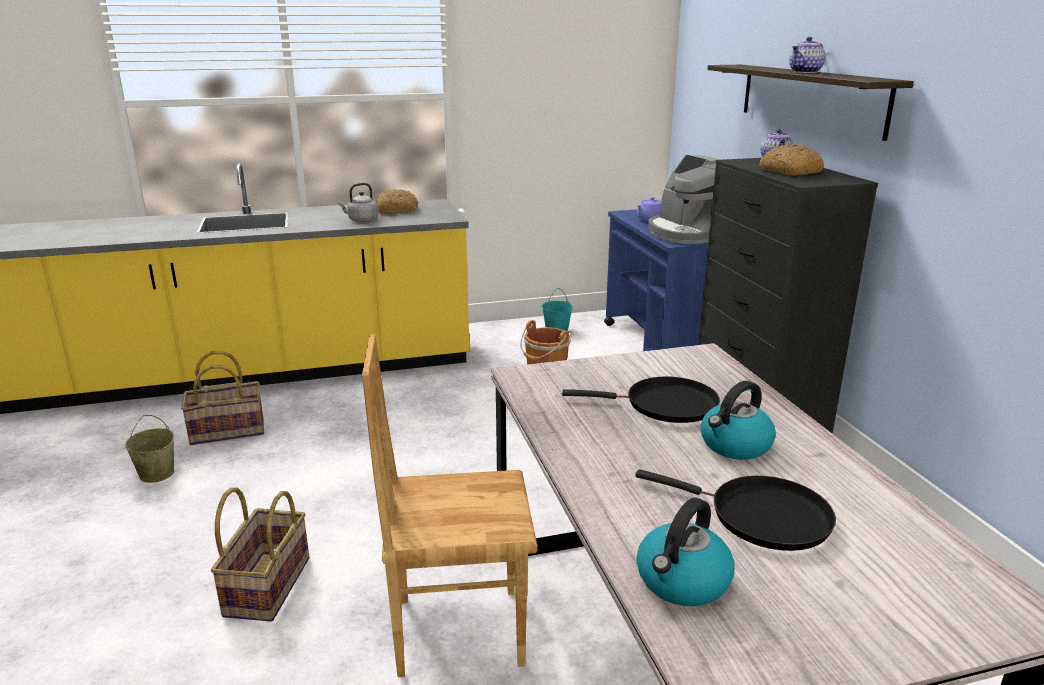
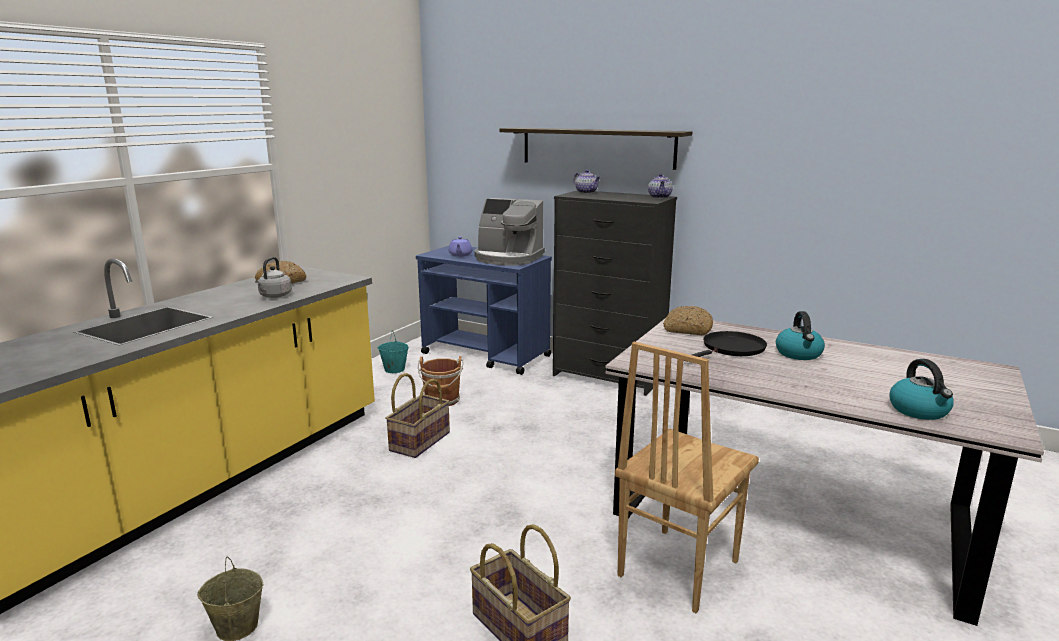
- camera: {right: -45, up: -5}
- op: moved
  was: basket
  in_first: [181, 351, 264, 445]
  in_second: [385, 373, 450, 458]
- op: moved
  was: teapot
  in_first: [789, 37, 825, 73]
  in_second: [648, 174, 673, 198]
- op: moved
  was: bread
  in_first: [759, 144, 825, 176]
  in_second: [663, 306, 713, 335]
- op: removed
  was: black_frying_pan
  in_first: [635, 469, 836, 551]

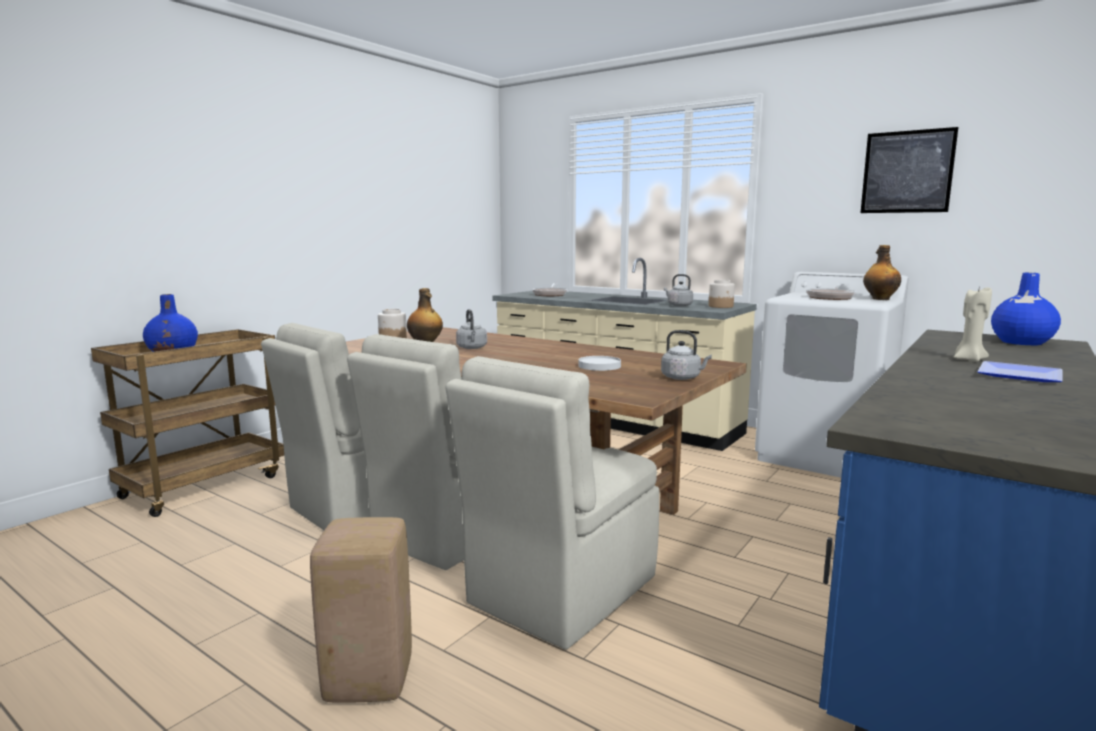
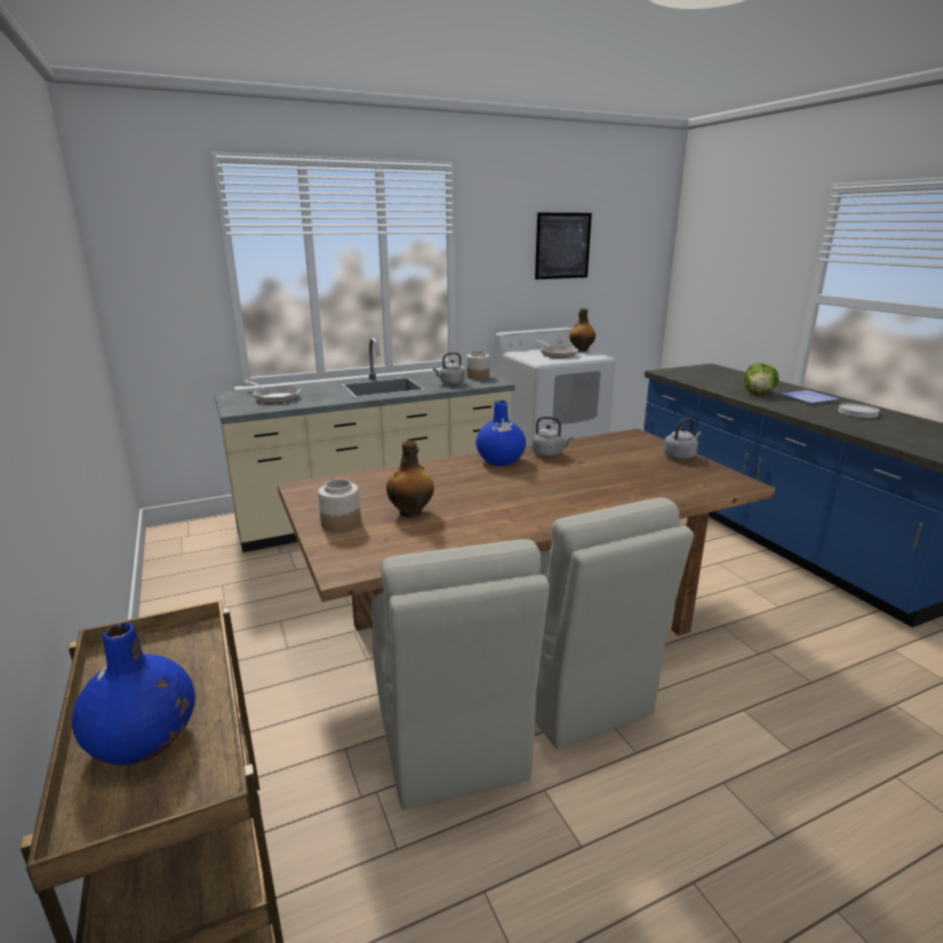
- camera: {right: -60, up: 10}
- op: moved
  was: blue_vase
  in_first: [991, 273, 1061, 345]
  in_second: [476, 400, 526, 466]
- op: moved
  was: grey_kettle
  in_first: [456, 309, 487, 349]
  in_second: [532, 416, 573, 457]
- op: replaced
  was: beige_candle
  now: lettuce
  in_first: [954, 285, 992, 362]
  in_second: [744, 363, 779, 393]
- op: moved
  was: white_plate
  in_first: [578, 356, 621, 371]
  in_second: [838, 403, 880, 418]
- op: removed
  was: beige_stool
  in_first: [310, 517, 412, 703]
- op: removed
  was: beige_chair
  in_first: [445, 356, 659, 650]

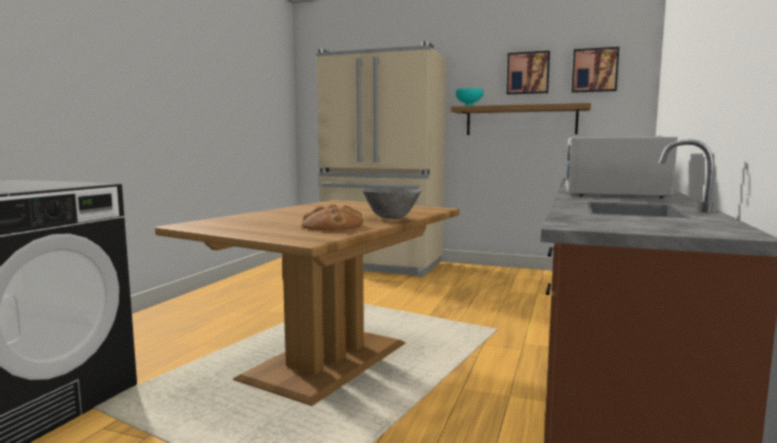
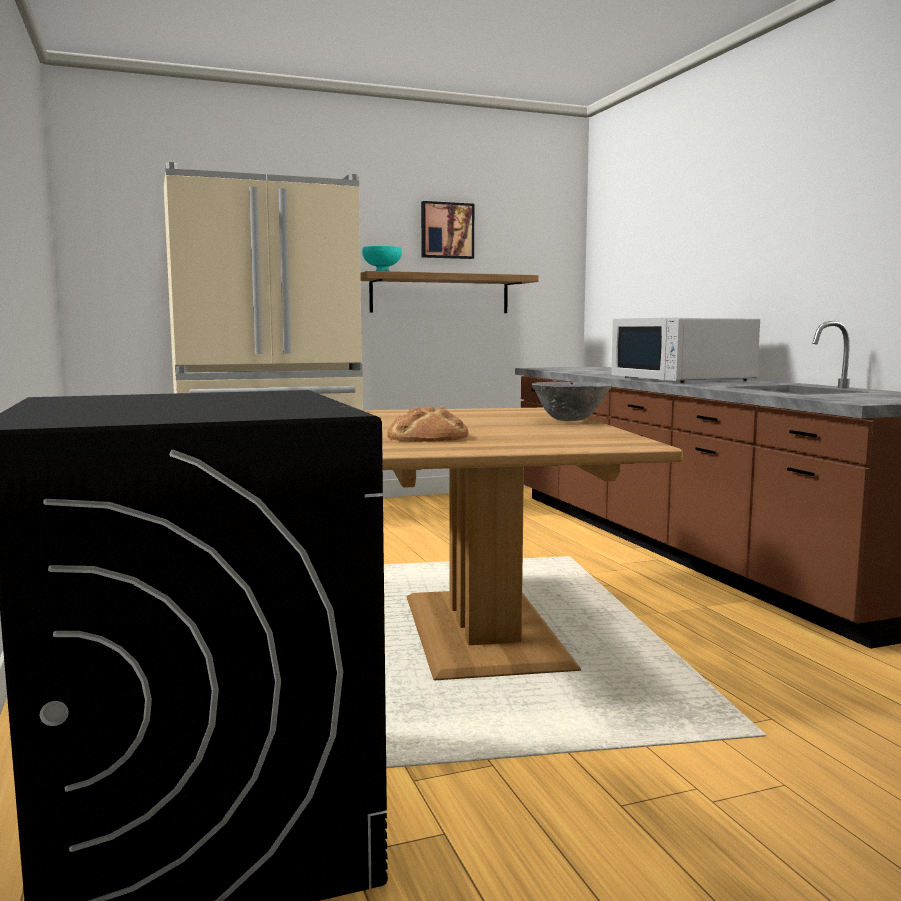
- camera: {right: -40, up: 0}
- op: moved
  was: bread
  in_first: [302, 204, 363, 231]
  in_second: [387, 406, 469, 442]
- op: removed
  was: picture
  in_first: [572, 47, 619, 93]

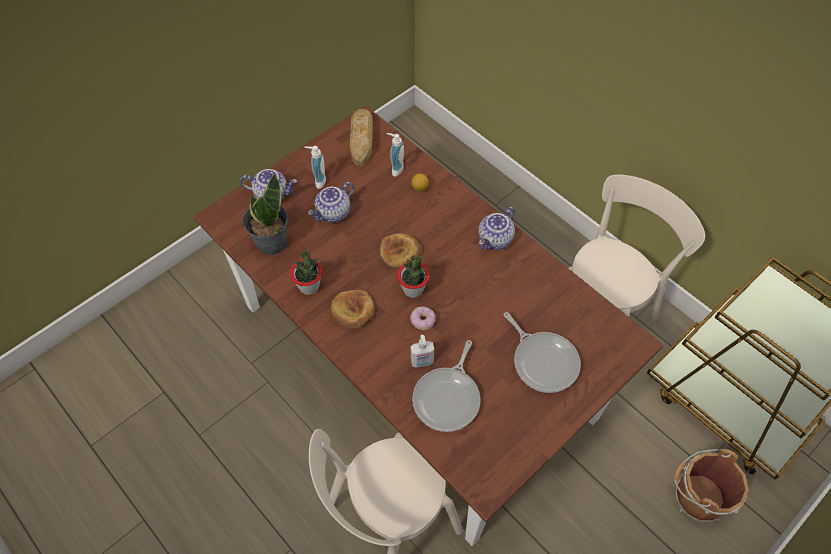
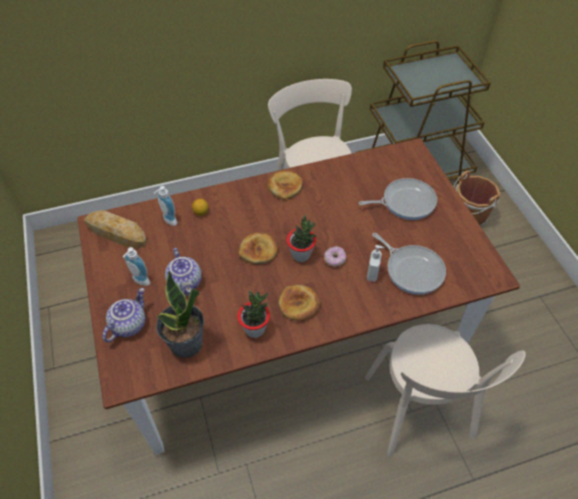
- camera: {right: -65, up: -5}
- op: replaced
  was: teapot
  now: bread
  in_first: [478, 206, 515, 250]
  in_second: [267, 170, 303, 200]

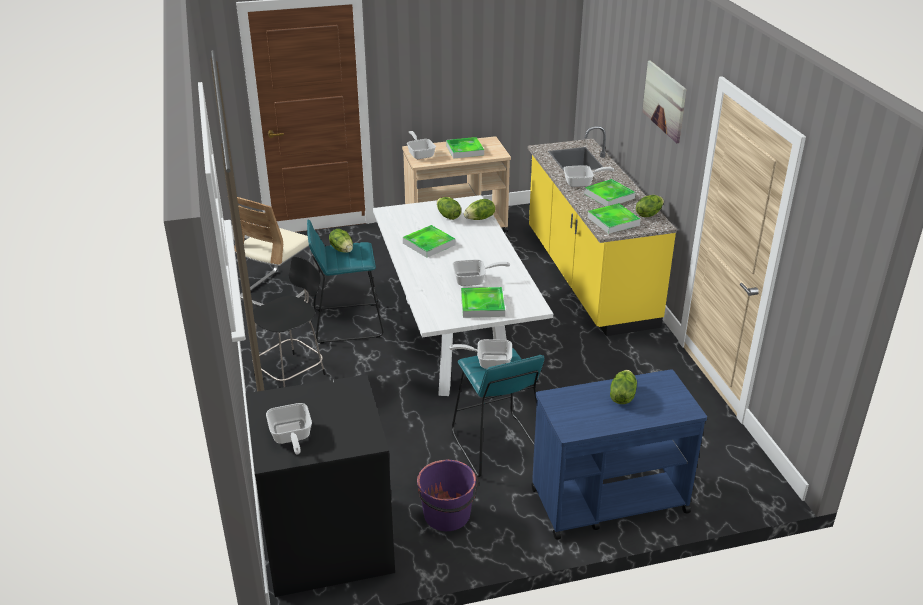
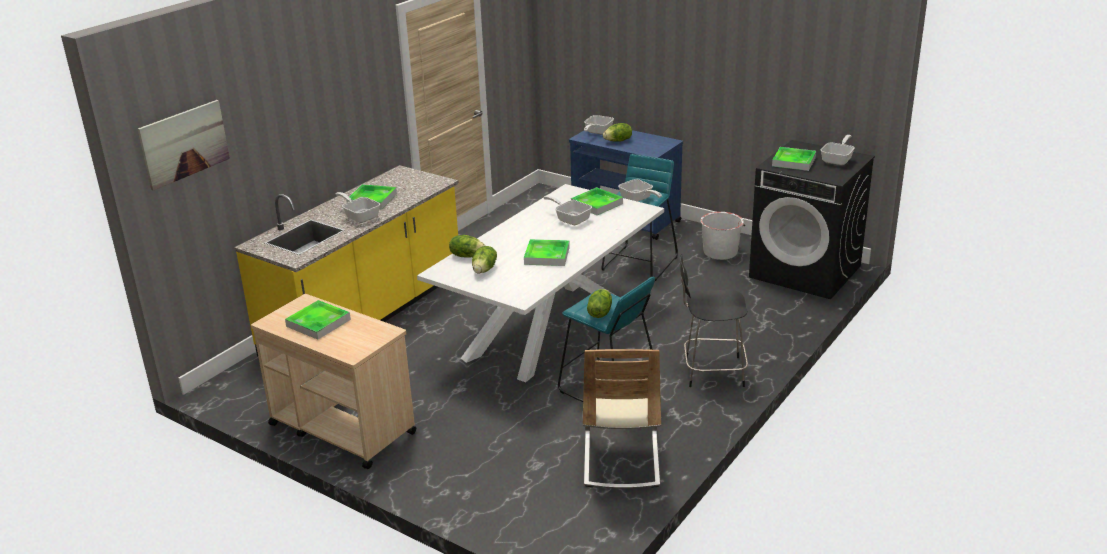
- camera: {right: -130, up: -5}
- op: moved
  was: picture
  in_first: [642, 60, 686, 143]
  in_second: [137, 100, 230, 191]
- op: turned
  was: beige_chair
  in_first: [234, 197, 318, 306]
  in_second: [583, 349, 661, 488]
  clockwise: 105
- op: moved
  was: frying_pan
  in_first: [407, 131, 436, 159]
  in_second: [584, 115, 614, 134]
- op: recoloured
  was: purple_bucket
  now: white_bucket
  in_first: [417, 460, 479, 531]
  in_second: [700, 212, 745, 260]
- op: moved
  was: tray
  in_first: [587, 203, 641, 234]
  in_second: [772, 147, 816, 171]
- op: removed
  was: lettuce
  in_first: [636, 195, 664, 217]

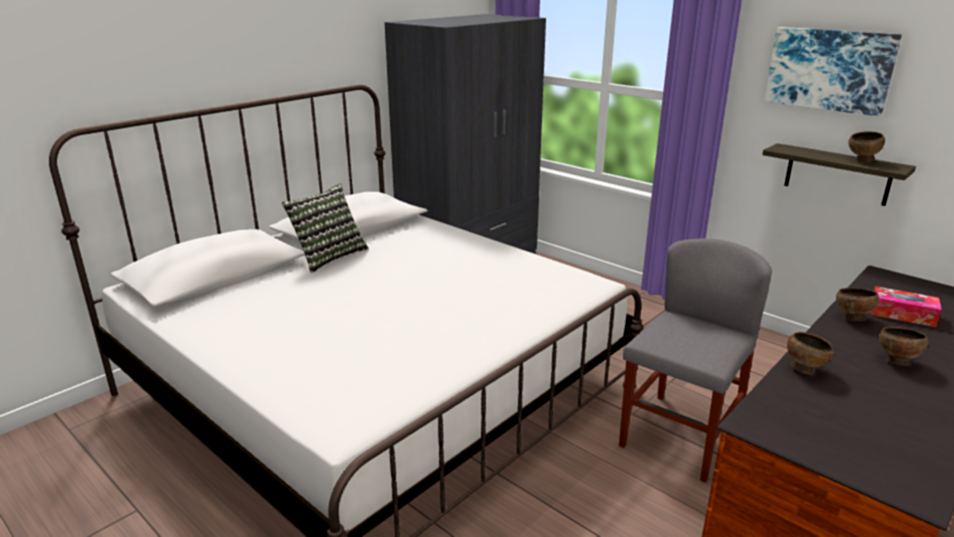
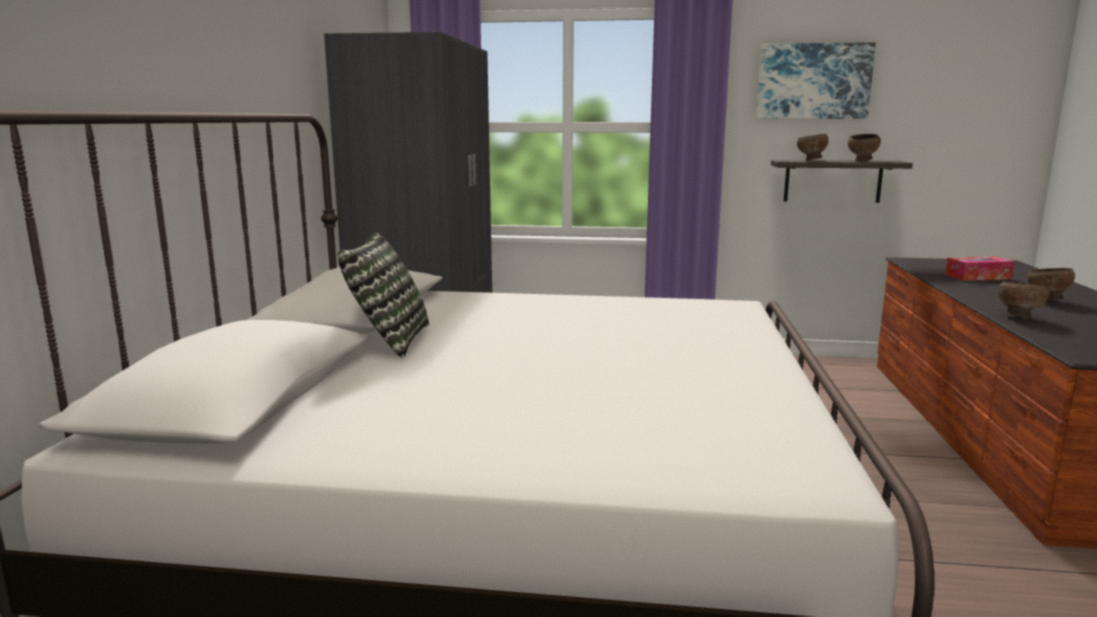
- camera: {right: -35, up: -10}
- op: moved
  was: brown_bowl
  in_first: [836, 288, 879, 321]
  in_second: [797, 134, 829, 160]
- op: removed
  was: grey_chair
  in_first: [619, 238, 772, 483]

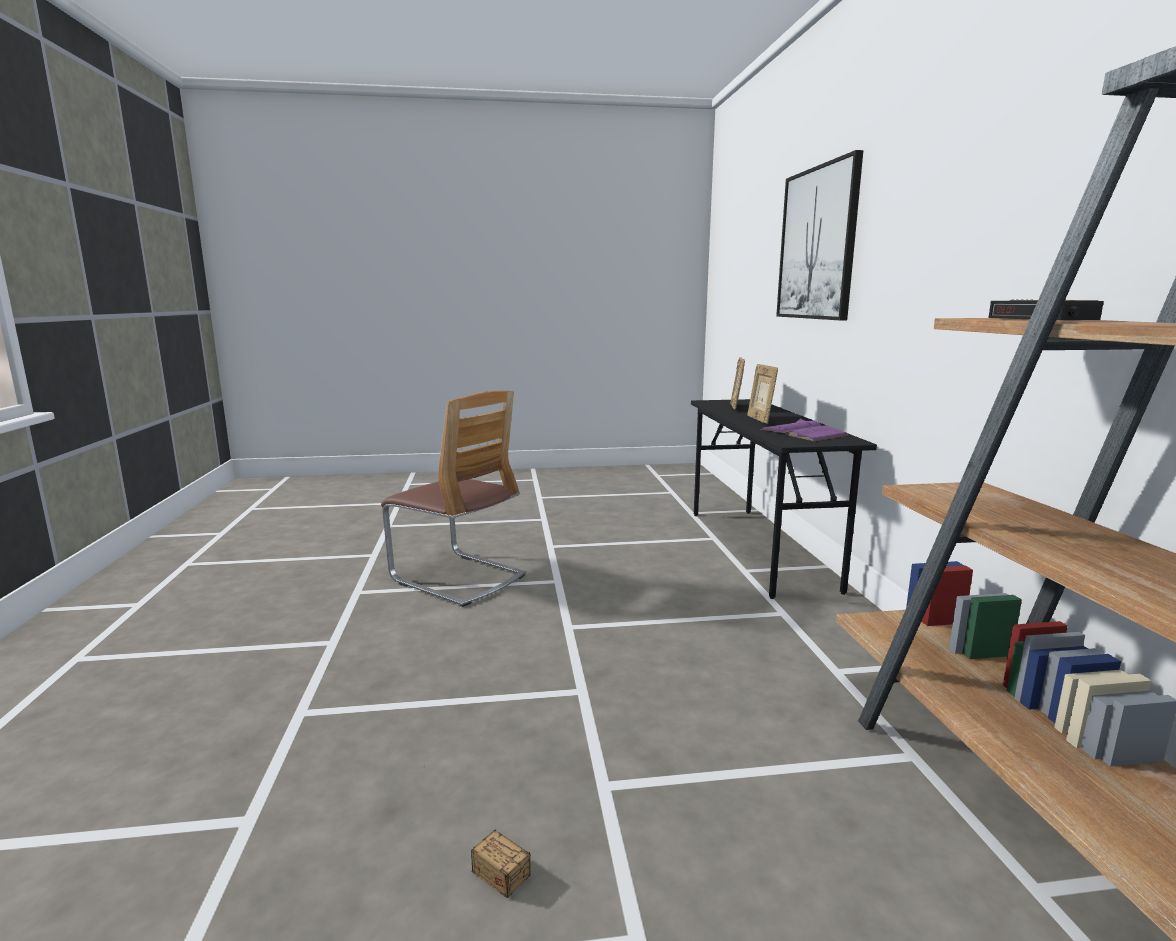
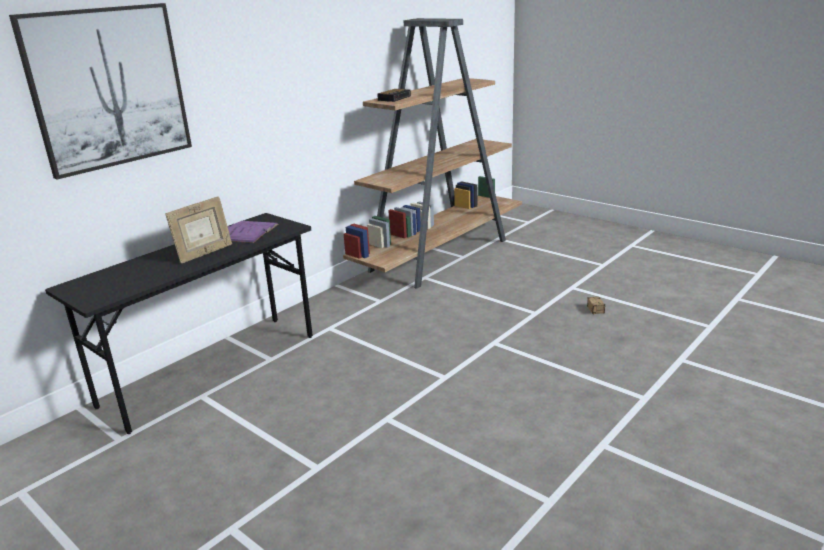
- camera: {right: -130, up: 10}
- op: removed
  was: chair
  in_first: [381, 390, 526, 607]
- op: removed
  was: picture_frame
  in_first: [730, 357, 745, 409]

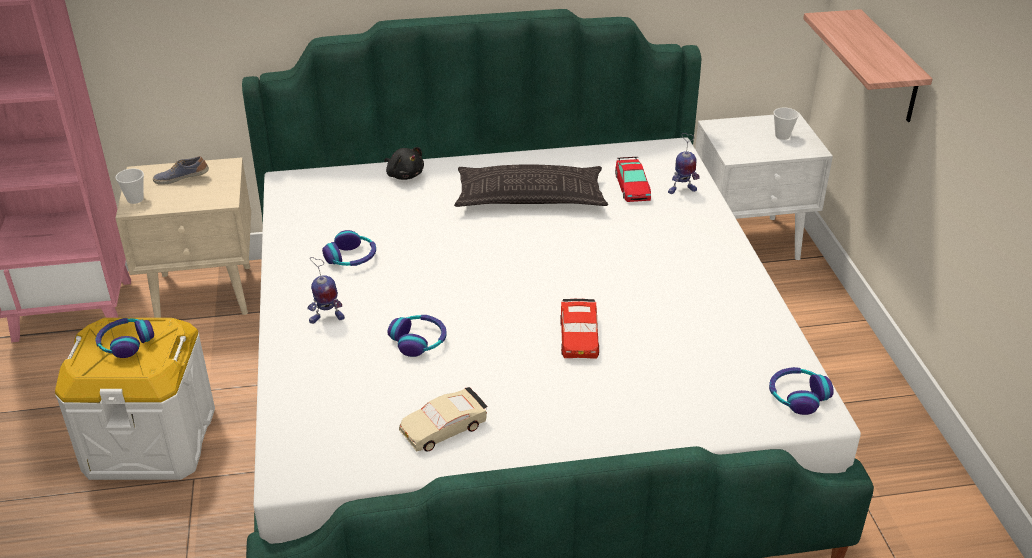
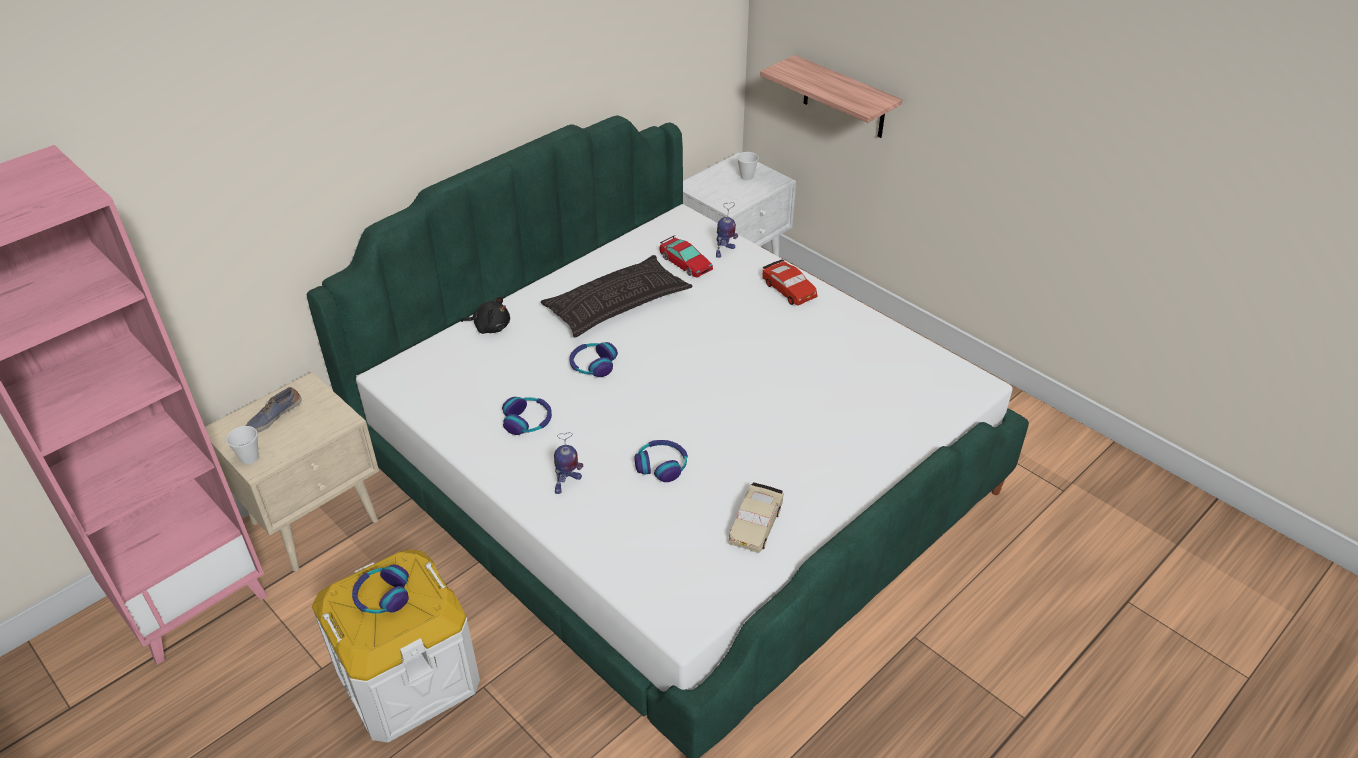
- camera: {right: -35, up: 5}
- op: moved
  was: headphones
  in_first: [769, 367, 834, 415]
  in_second: [569, 342, 618, 377]
- op: moved
  was: red_toy_car
  in_first: [560, 299, 599, 358]
  in_second: [763, 259, 817, 306]

